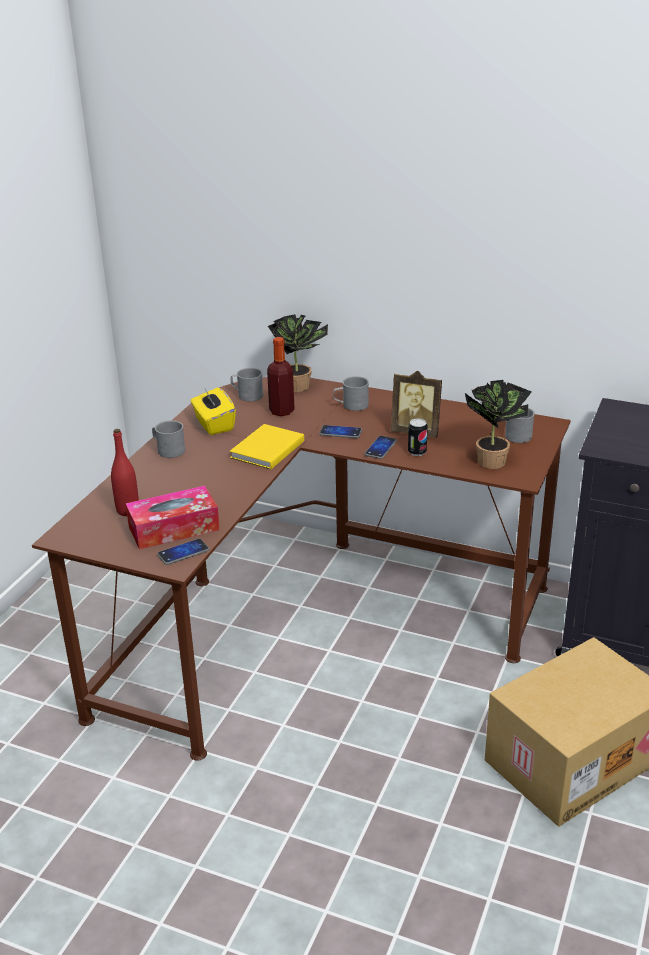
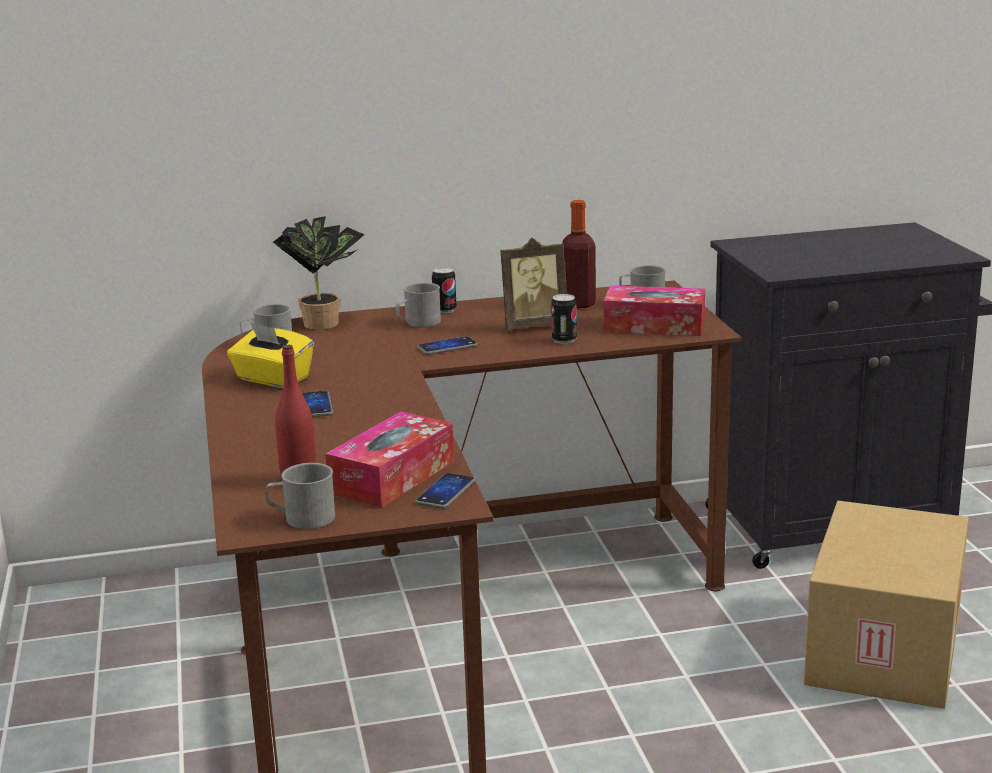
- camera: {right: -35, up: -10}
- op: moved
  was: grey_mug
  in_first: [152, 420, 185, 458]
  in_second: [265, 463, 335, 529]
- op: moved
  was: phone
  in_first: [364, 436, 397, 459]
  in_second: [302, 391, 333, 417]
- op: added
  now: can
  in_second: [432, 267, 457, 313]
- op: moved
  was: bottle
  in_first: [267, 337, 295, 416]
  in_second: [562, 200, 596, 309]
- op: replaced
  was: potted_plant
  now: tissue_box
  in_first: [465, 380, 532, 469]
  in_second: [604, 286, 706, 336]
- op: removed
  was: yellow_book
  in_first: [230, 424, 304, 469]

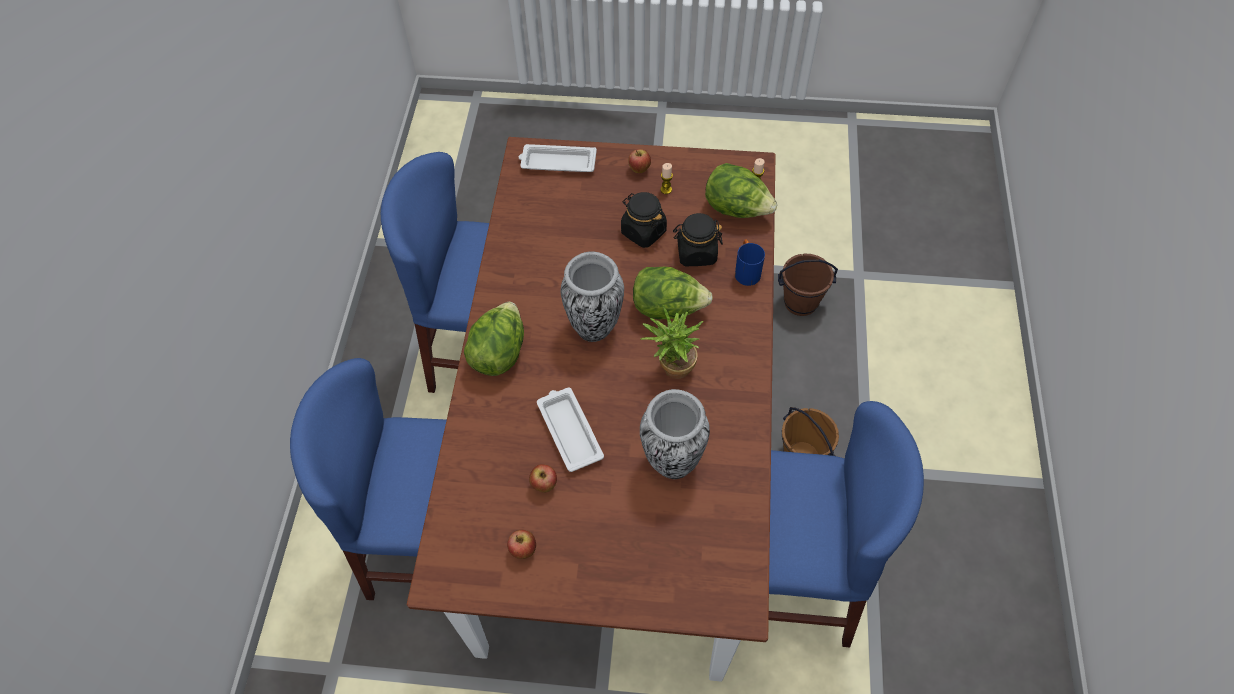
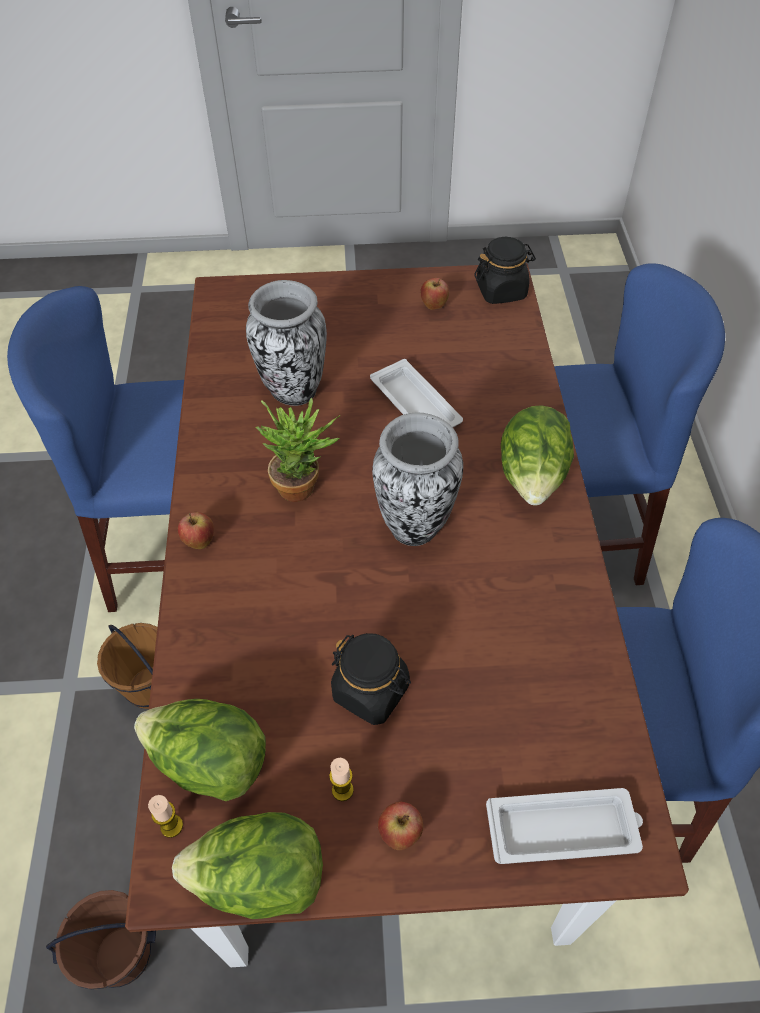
- camera: {right: 170, up: -5}
- op: moved
  was: lettuce
  in_first: [633, 267, 713, 320]
  in_second: [172, 812, 323, 919]
- op: moved
  was: apple
  in_first: [529, 464, 557, 493]
  in_second: [178, 512, 214, 549]
- op: moved
  was: black_jar
  in_first: [673, 213, 723, 266]
  in_second: [474, 237, 536, 304]
- op: removed
  was: blue_mug
  in_first: [735, 239, 765, 286]

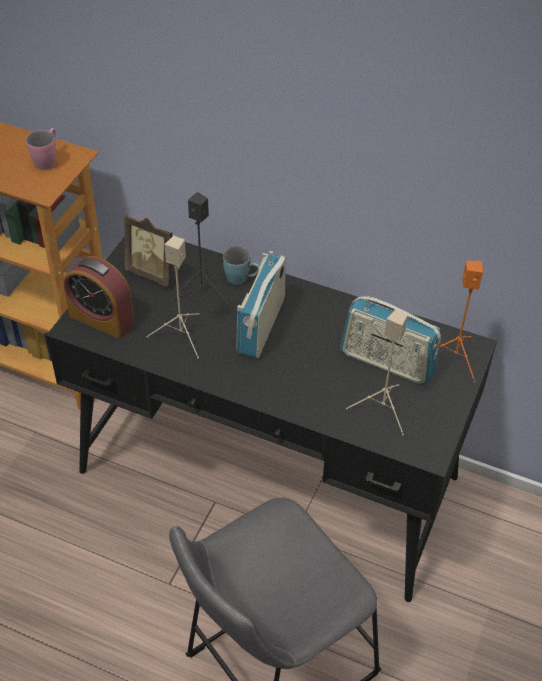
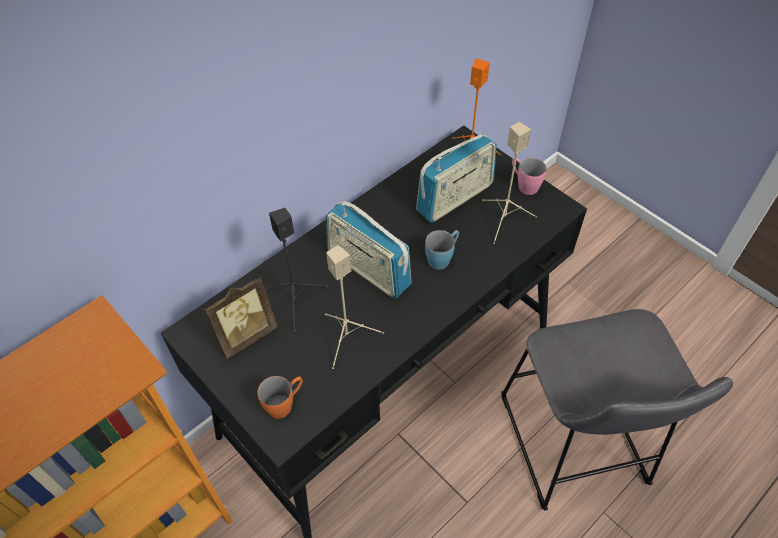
- camera: {right: -65, up: 5}
- op: replaced
  was: alarm_clock
  now: orange_mug
  in_first: [64, 256, 134, 339]
  in_second: [257, 376, 303, 419]
- op: moved
  was: blue_mug
  in_first: [223, 246, 259, 284]
  in_second: [425, 230, 459, 269]
- op: moved
  was: pink_mug
  in_first: [26, 128, 56, 170]
  in_second: [512, 158, 547, 195]

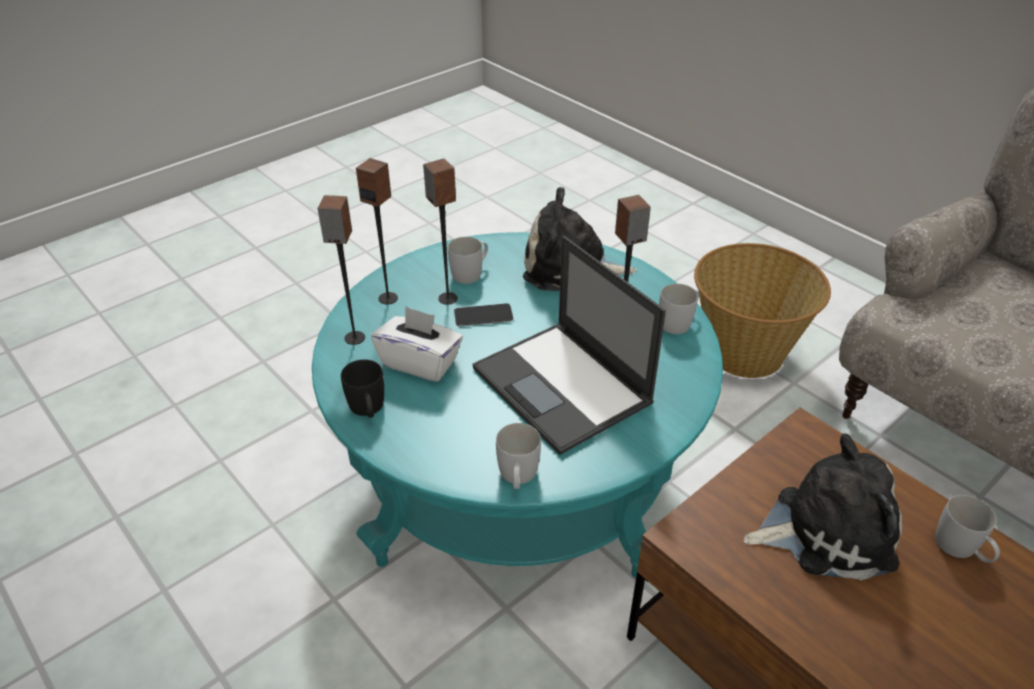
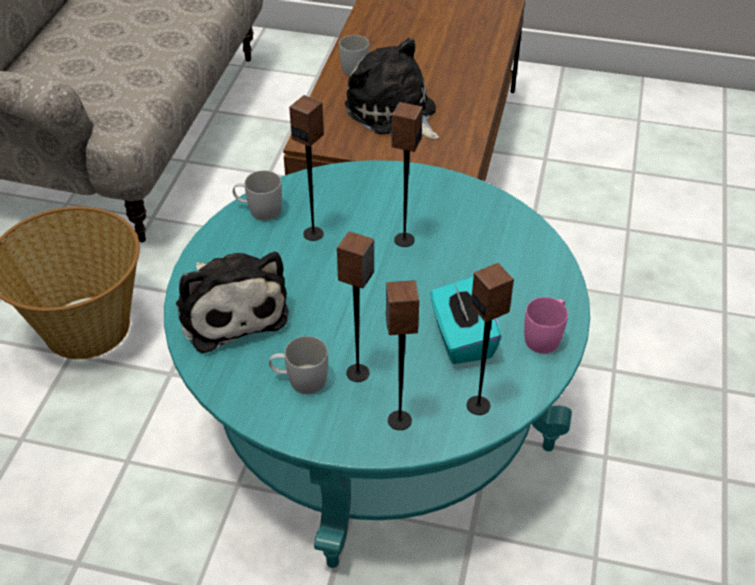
- camera: {right: -125, up: 5}
- op: replaced
  was: laptop
  now: speaker
  in_first: [473, 236, 666, 455]
  in_second: [391, 102, 423, 247]
- op: recoloured
  was: white_tissue_box
  now: turquoise_tissue_box
  in_first: [371, 306, 463, 382]
  in_second: [430, 276, 502, 364]
- op: recoloured
  was: black_mug
  now: pink_mug
  in_first: [341, 359, 384, 418]
  in_second: [524, 297, 568, 353]
- op: removed
  was: phone
  in_first: [454, 303, 513, 327]
- op: removed
  was: white_mug
  in_first: [496, 423, 541, 489]

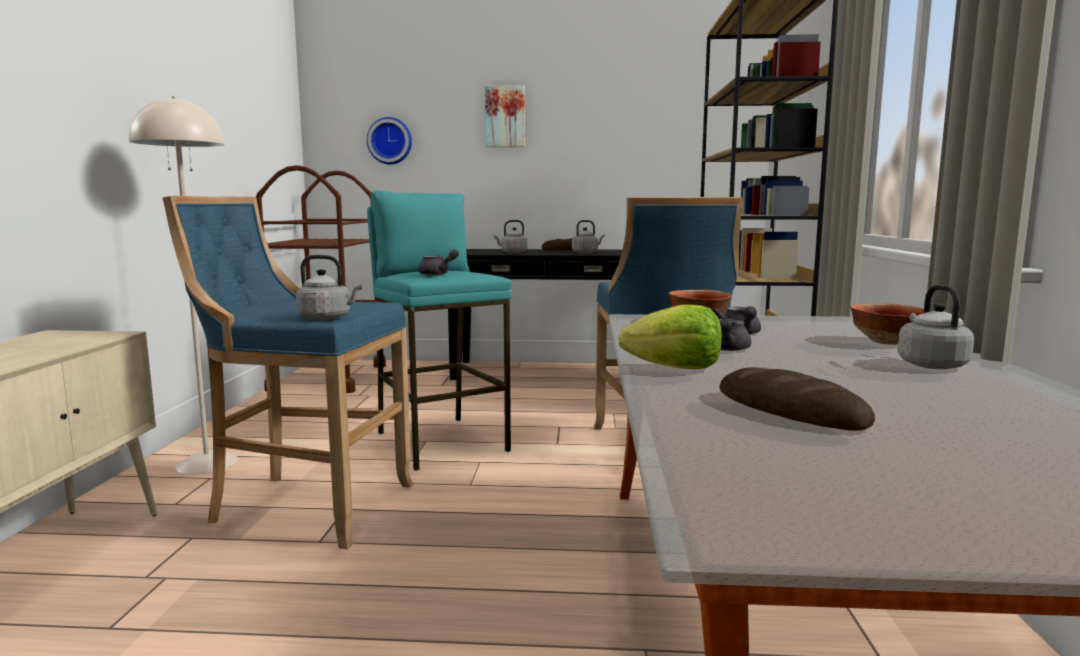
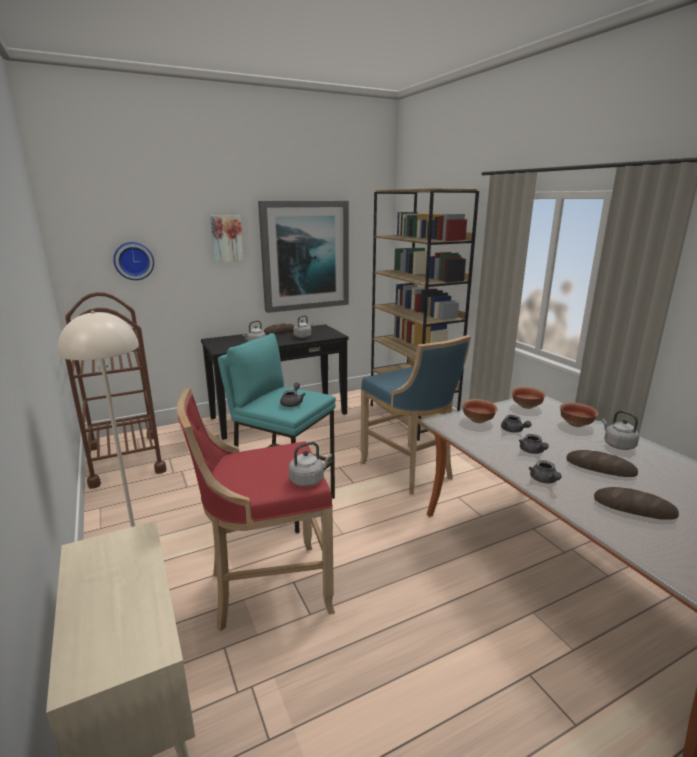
- camera: {right: -30, up: 10}
- op: recoloured
  was: blue_stool
  now: red_stool
  in_first: [162, 196, 413, 549]
  in_second: [177, 388, 335, 632]
- op: added
  now: picture
  in_second: [258, 201, 349, 313]
- op: added
  now: bowl
  in_second: [512, 387, 546, 409]
- op: replaced
  was: lettuce
  now: grey_teapot
  in_first: [618, 304, 722, 369]
  in_second: [529, 460, 562, 483]
- op: added
  now: bread
  in_second: [566, 450, 638, 477]

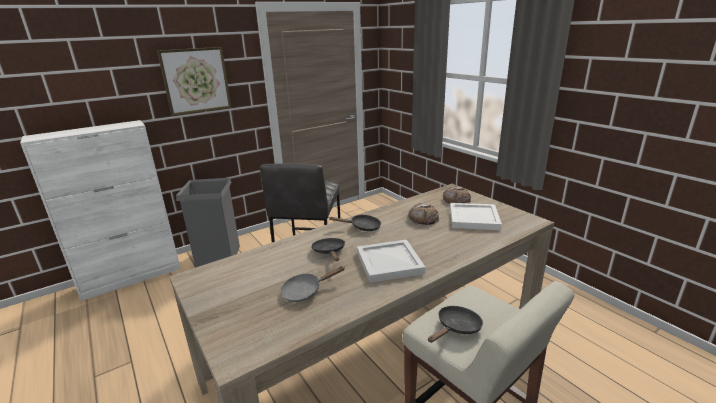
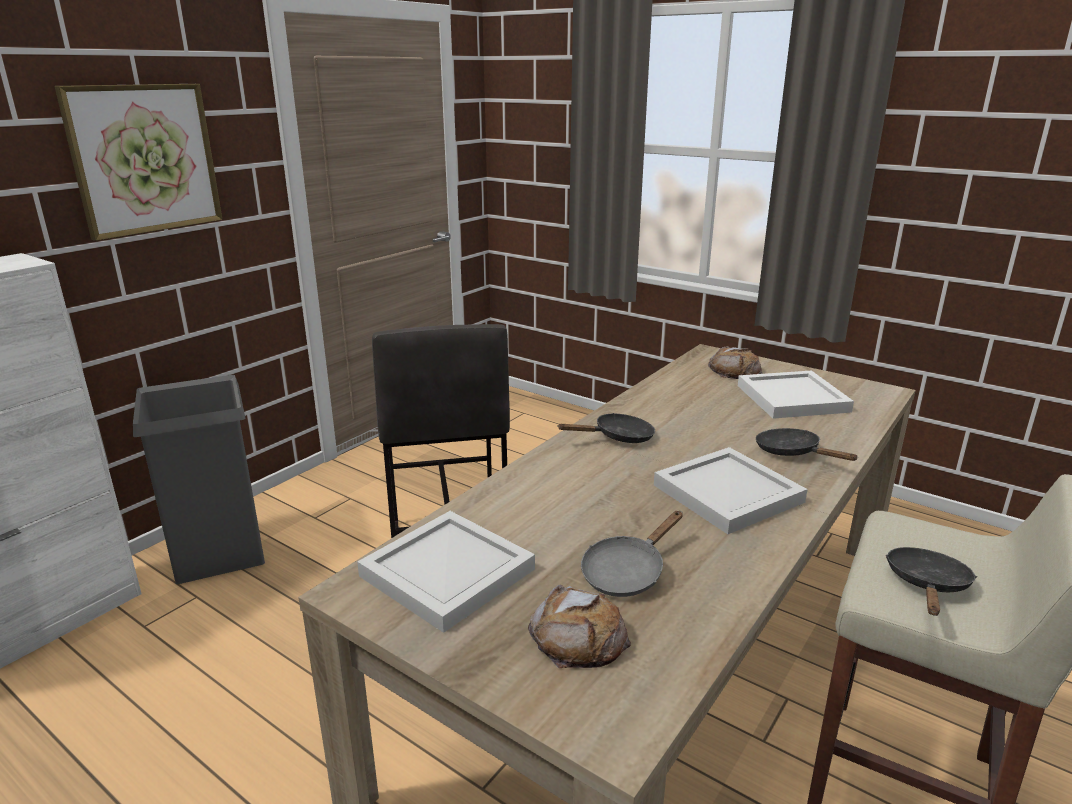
- camera: {right: -20, up: 0}
- op: added
  now: white_tray
  in_second: [357, 511, 535, 633]
- op: moved
  was: bread
  in_first: [408, 203, 439, 225]
  in_second: [528, 585, 631, 668]
- op: moved
  was: black_frying_pan
  in_first: [312, 238, 345, 261]
  in_second: [756, 428, 857, 461]

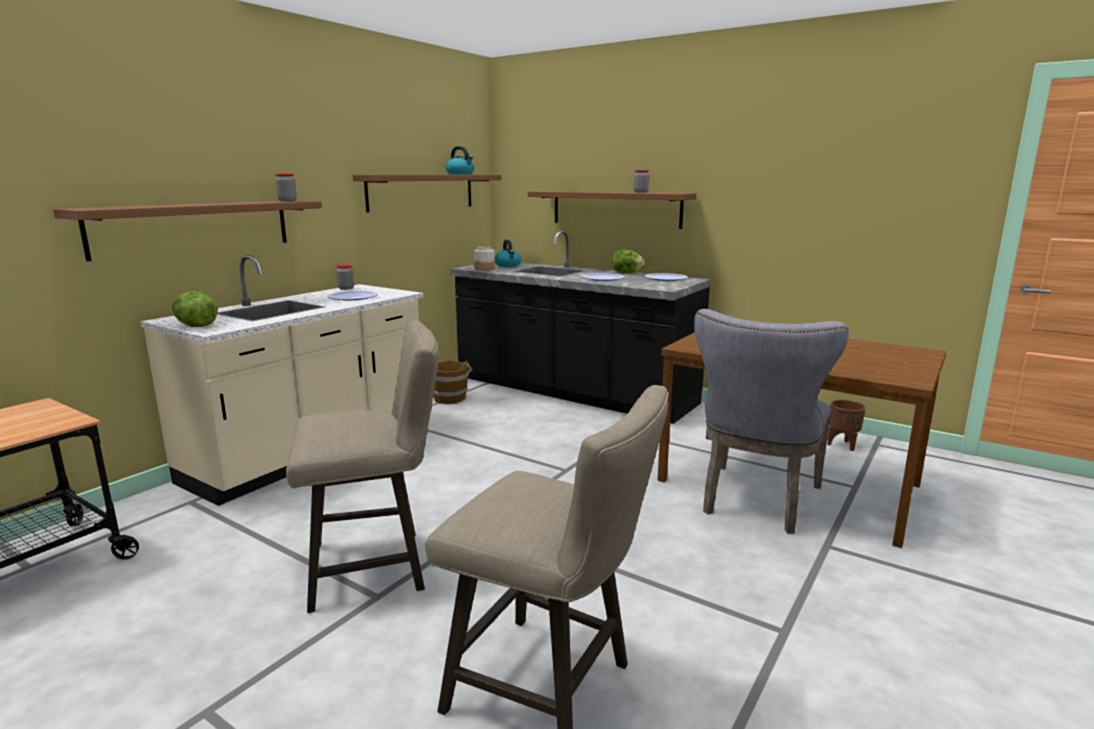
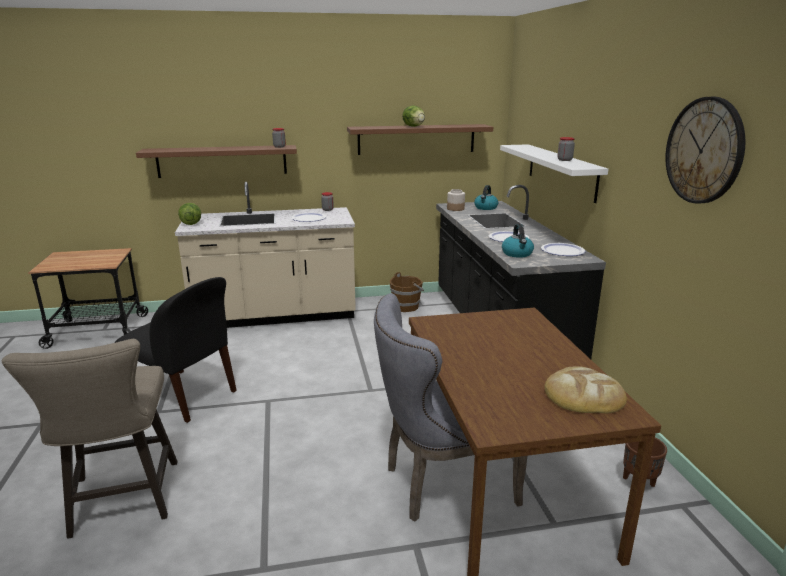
- camera: {right: 45, up: 5}
- op: replaced
  was: beige_stool
  now: black_chair
  in_first: [286, 321, 439, 613]
  in_second: [115, 277, 237, 423]
- op: moved
  was: lettuce
  in_first: [612, 249, 645, 273]
  in_second: [402, 106, 425, 127]
- op: recoloured
  was: brown_shelf
  now: white_shelf
  in_first: [528, 191, 696, 229]
  in_second: [500, 144, 608, 203]
- op: moved
  was: kettle
  in_first: [446, 146, 474, 174]
  in_second: [502, 224, 534, 258]
- op: added
  now: bread
  in_second: [544, 366, 627, 413]
- op: added
  now: wall_clock
  in_second: [665, 97, 745, 204]

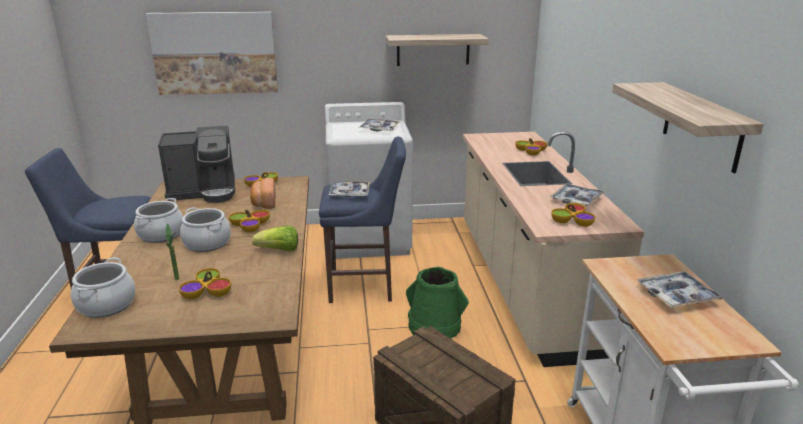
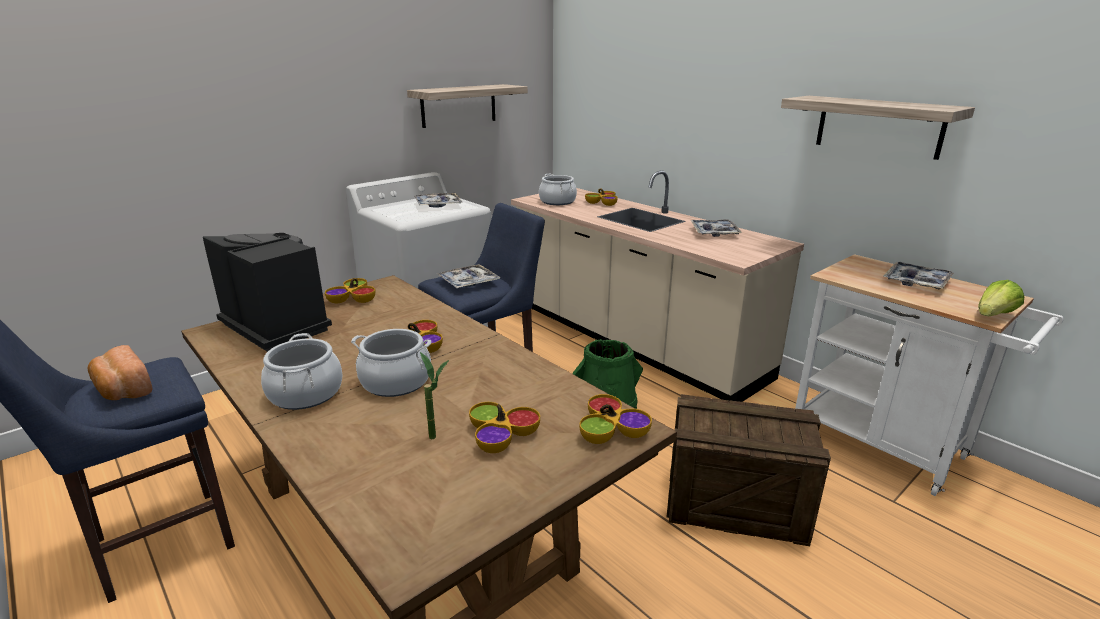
- camera: {right: -35, up: 0}
- op: moved
  was: bread
  in_first: [250, 178, 275, 209]
  in_second: [88, 345, 153, 400]
- op: turned
  was: coffee_machine
  in_first: [158, 126, 235, 203]
  in_second: [203, 233, 332, 352]
  clockwise: -90
- op: moved
  was: cooking_pot
  in_first: [71, 258, 135, 318]
  in_second: [539, 174, 577, 205]
- op: moved
  was: bowl
  in_first: [551, 203, 595, 227]
  in_second: [579, 394, 652, 444]
- op: moved
  was: lettuce
  in_first: [252, 226, 298, 251]
  in_second: [978, 280, 1024, 316]
- op: removed
  was: picture
  in_first: [146, 11, 278, 95]

